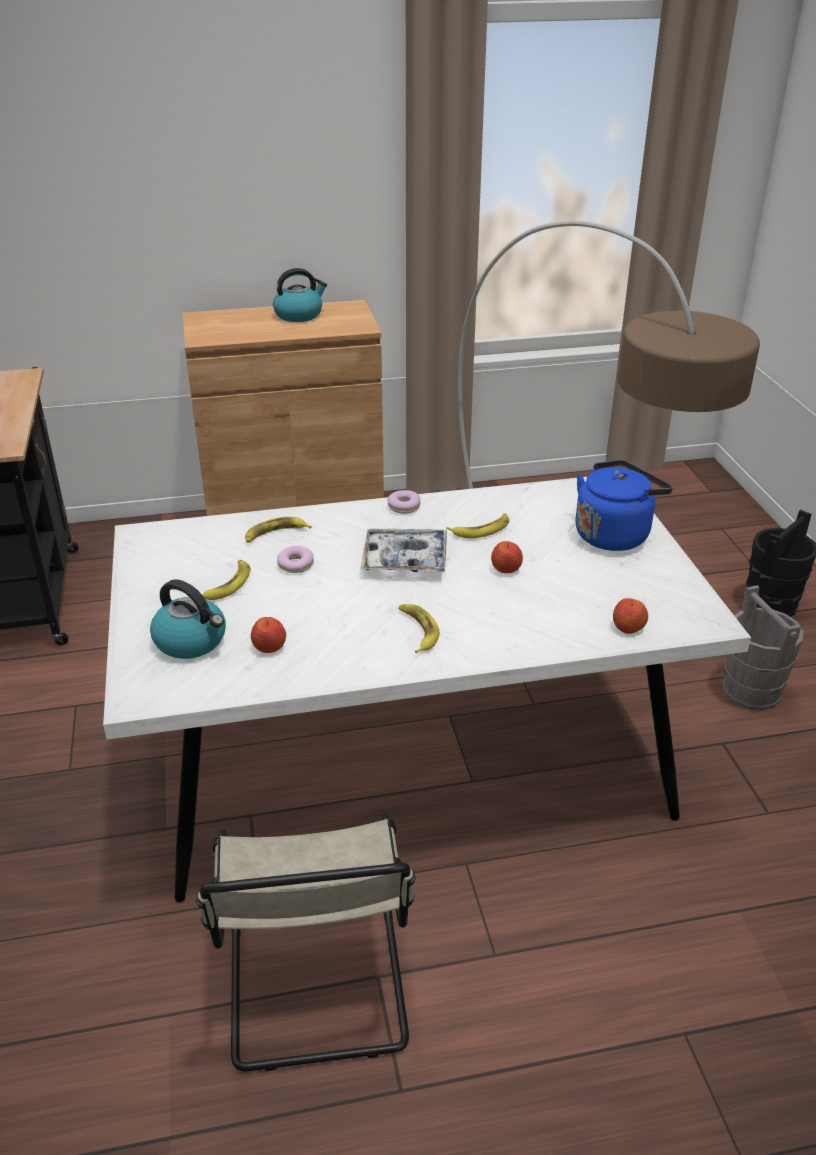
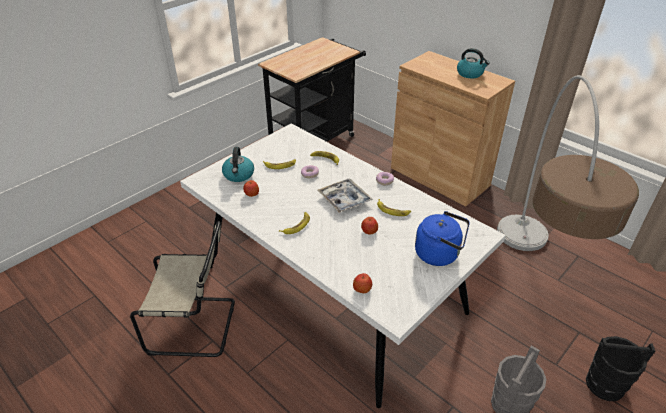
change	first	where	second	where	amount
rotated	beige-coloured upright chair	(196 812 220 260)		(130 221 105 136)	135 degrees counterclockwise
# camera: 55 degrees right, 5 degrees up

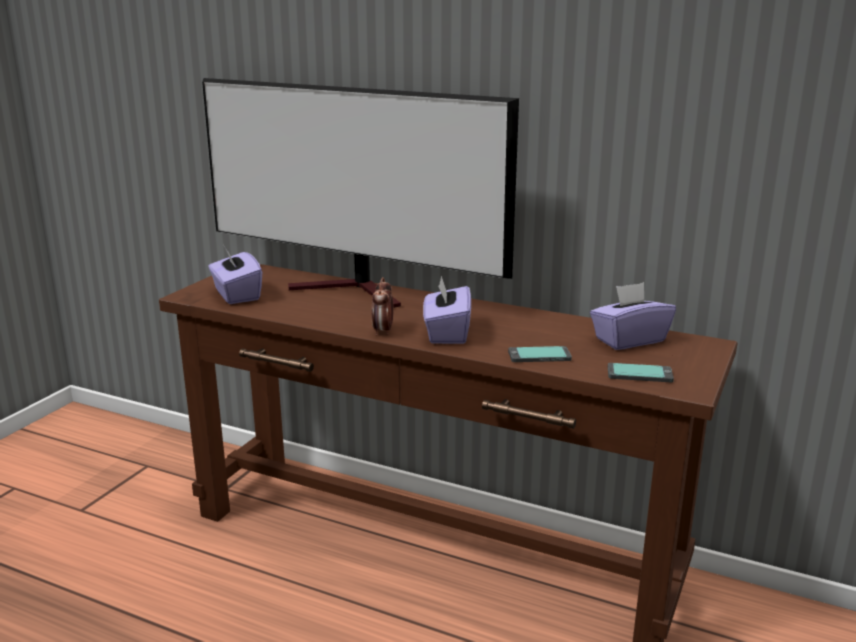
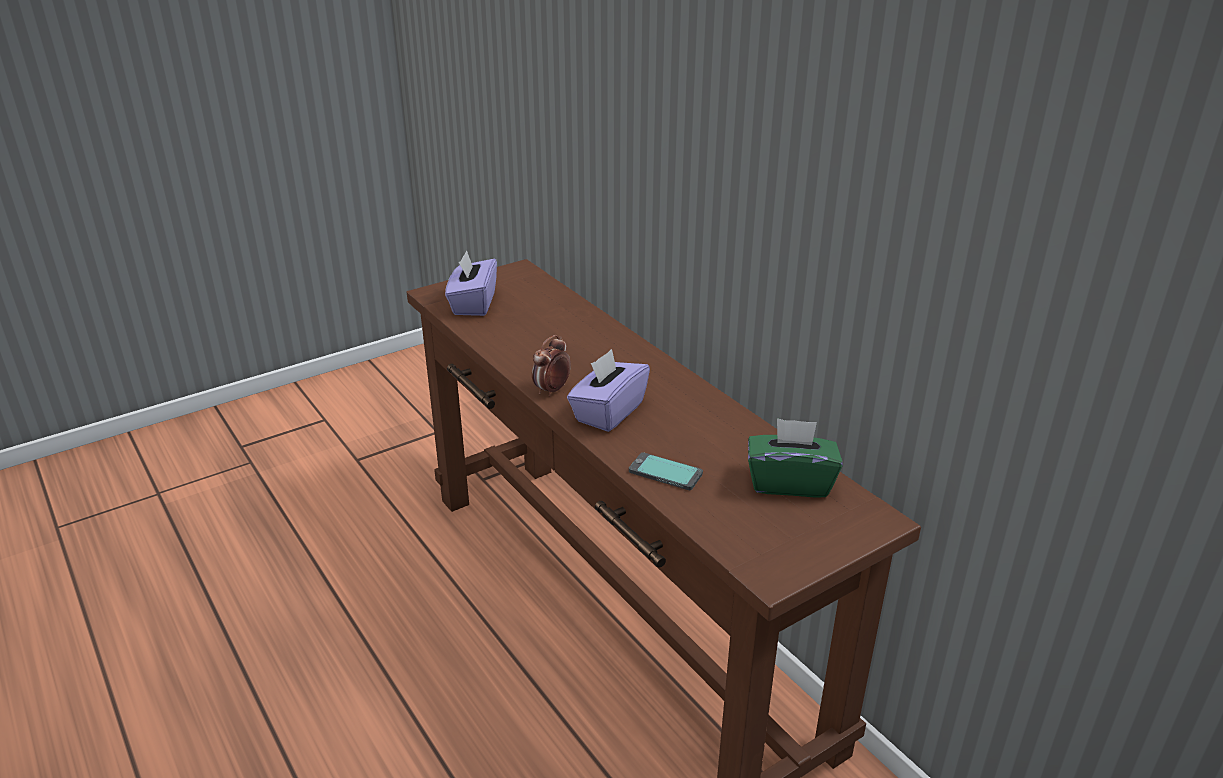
change	first	where	second	where	amount
gone	TV	(202 78 317 230)			
repainted	purplish tissue holder	(590 282 86 68)	greenish tissue holder	(748 418 94 79)	
gone	phone	(608 363 66 19)			
# camera: 30 degrees right, 10 degrees up

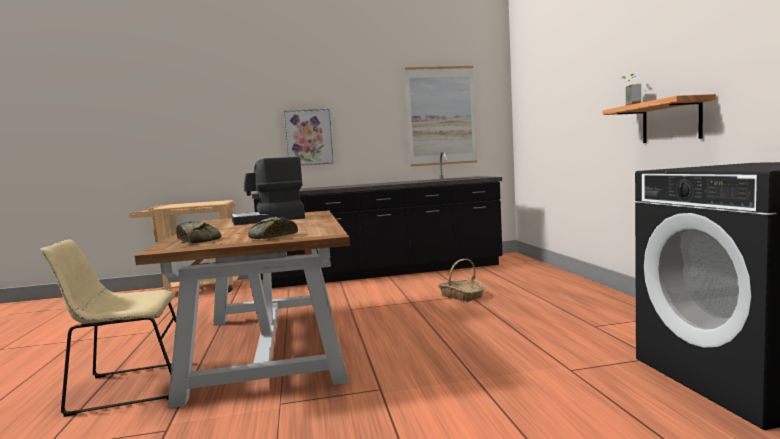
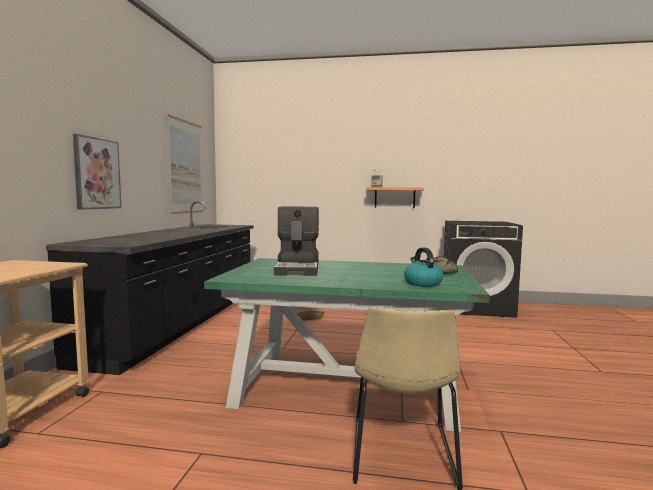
change	first	where	second	where	amount
repainted	brown dinner table	(135 210 215 198)	greenish dinner table	(204 258 286 174)	
swapped	baked bread	(176 221 45 22)	tea kettle	(404 247 39 40)	
# camera: 70 degrees left, 0 degrees up

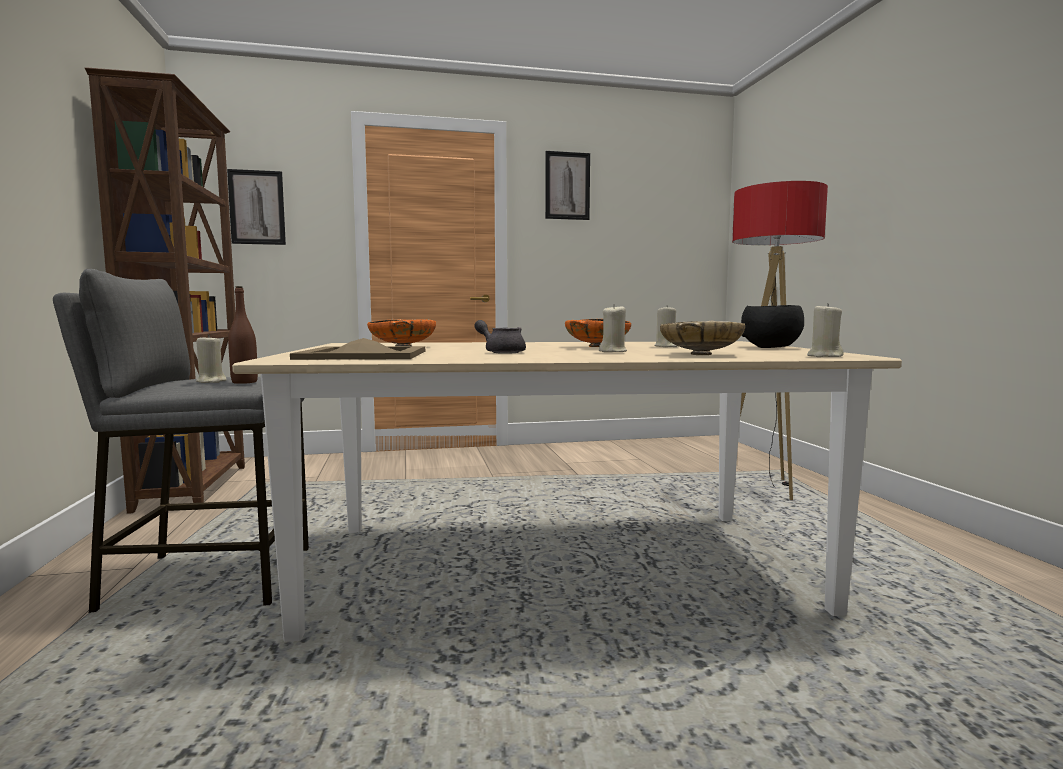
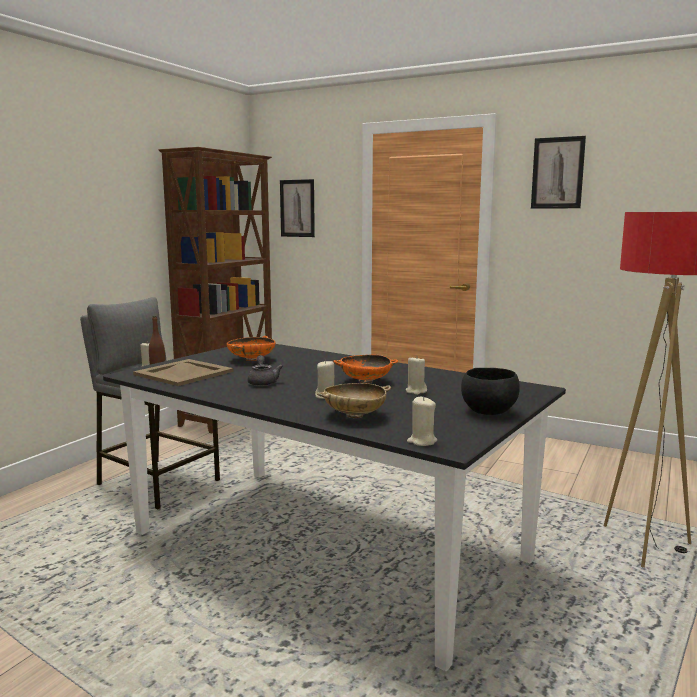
change	first	where	second	where	amount
repainted	beige-coloured dinner table	(232 341 670 301)	black dinner table	(103 344 463 327)	
# camera: 40 degrees right, 5 degrees up

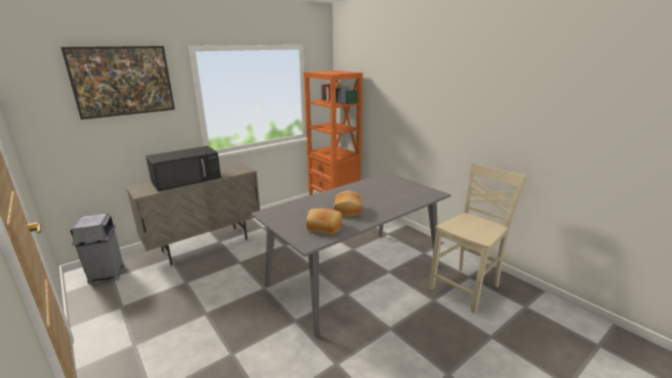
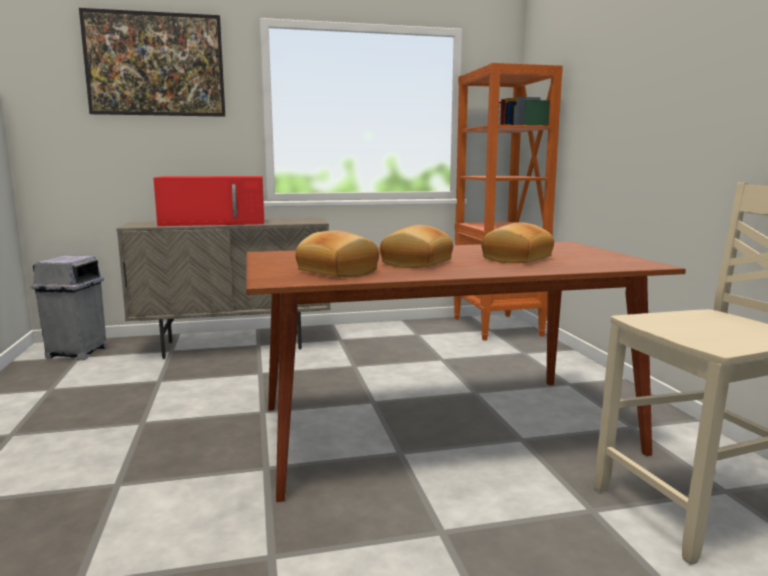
change	first	where	second	where	amount
repainted	black kitchen microwave	(146 146 75 46)	red-coloured kitchen microwave	(153 176 111 50)	
repainted	grey dinner table	(251 172 200 165)	brown dinner table	(246 241 440 261)	
new			baked bread	(481 222 73 41)	
# camera: 25 degrees right, 10 degrees down

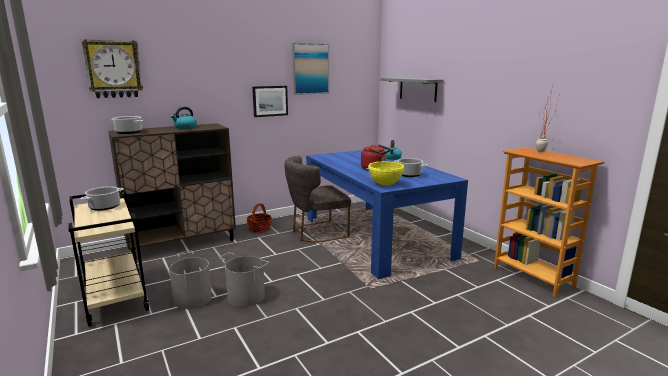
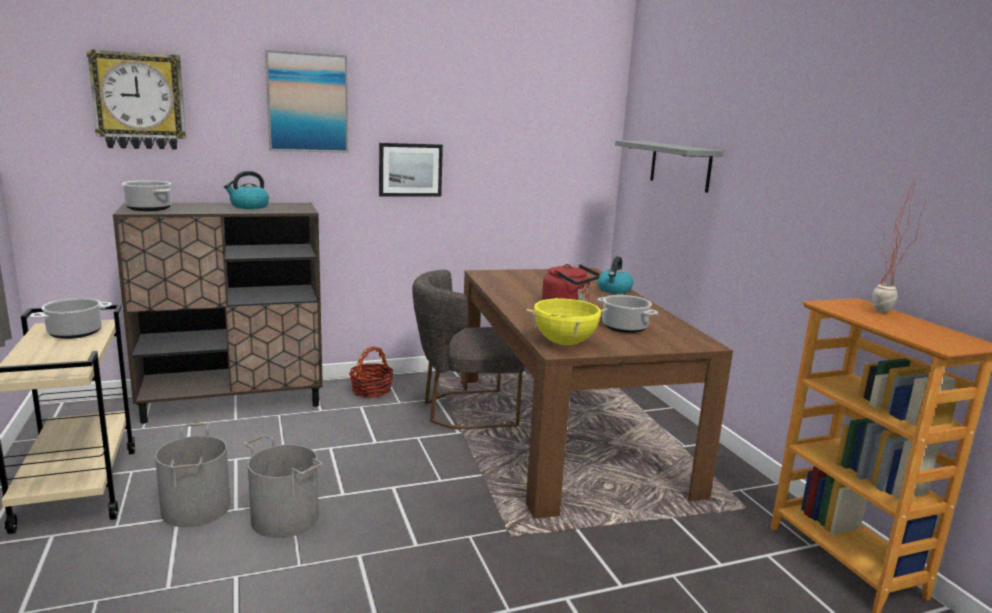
change	first	where	second	where	amount
shifted	wall picture	(292 43 37 52)		(265 50 83 103)	
repainted	blue dinner table	(306 150 162 129)	brown dinner table	(461 268 272 251)	
# camera: 10 degrees right, 0 degrees up

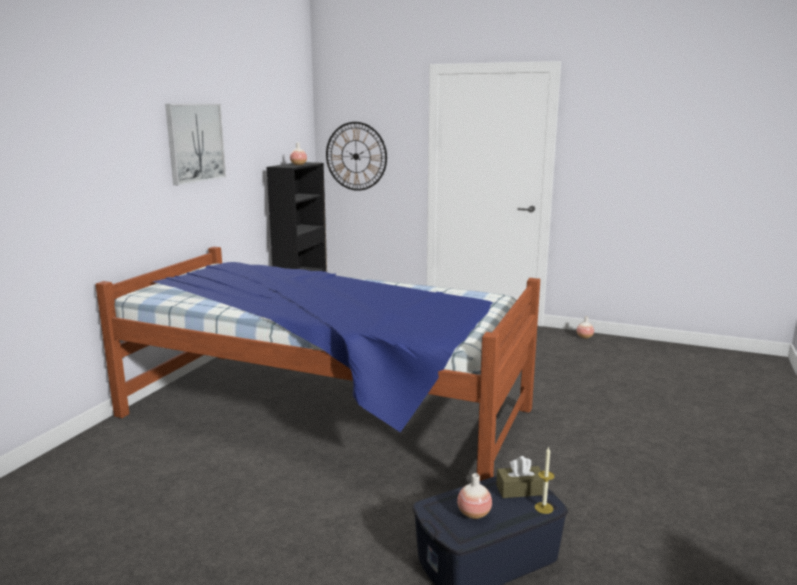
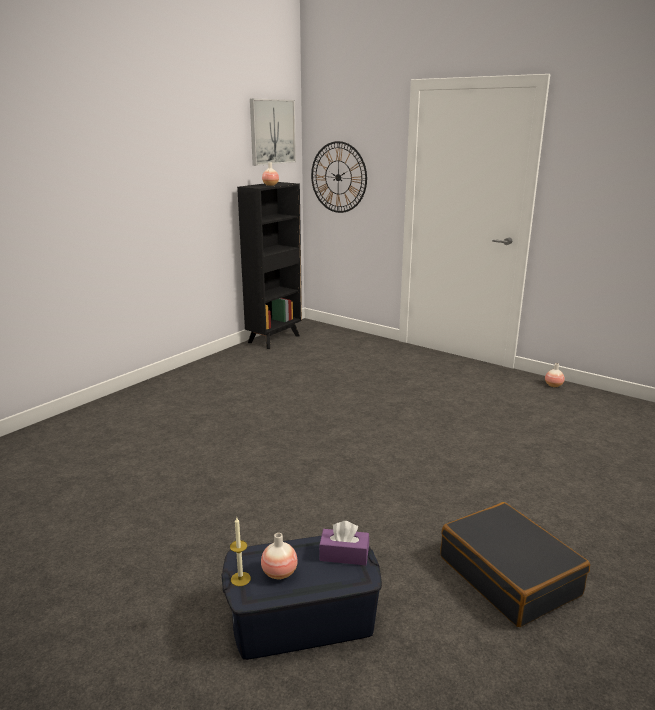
change	first	where	second	where	amount
gone	bed	(96 247 444 234)			
shifted	wall picture	(165 104 61 81)		(250 99 46 67)	
repainted	brown tissue holder	(496 456 48 42)	purplish tissue holder	(319 521 50 44)	
shifted	wax candle	(535 446 20 68)		(230 517 21 69)	
new			black suitcase	(440 502 150 125)	
# camera: 15 degrees right, 5 degrees up

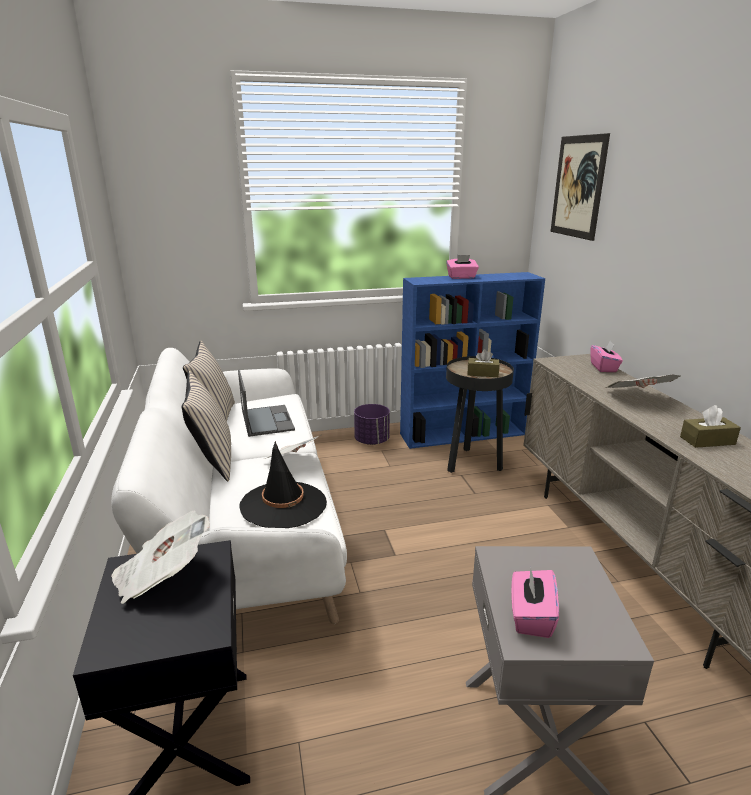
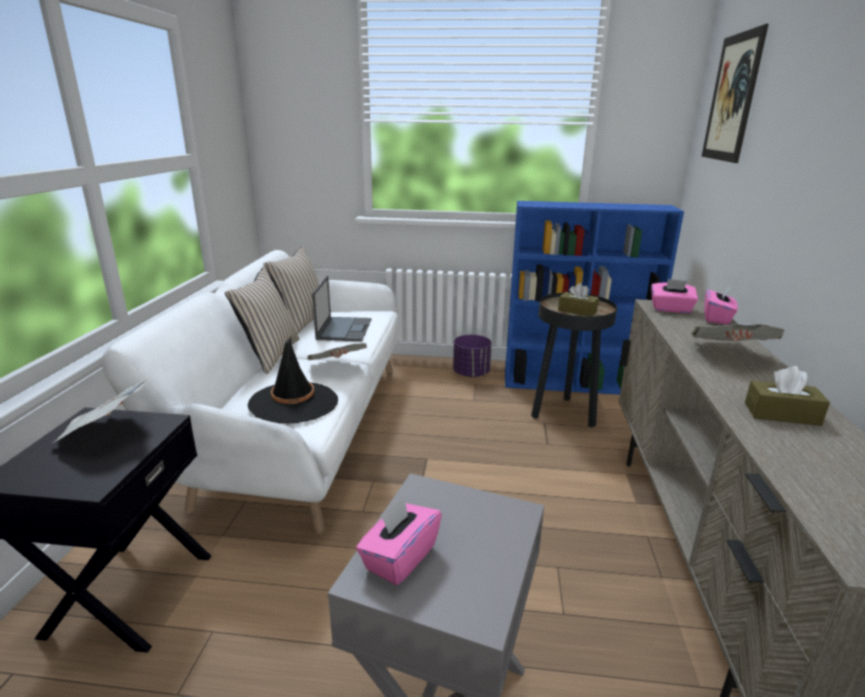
change	first	where	second	where	amount
shifted	pink-coloured tissue holder	(446 255 33 24)		(651 279 47 34)	
# camera: 20 degrees right, 0 degrees up

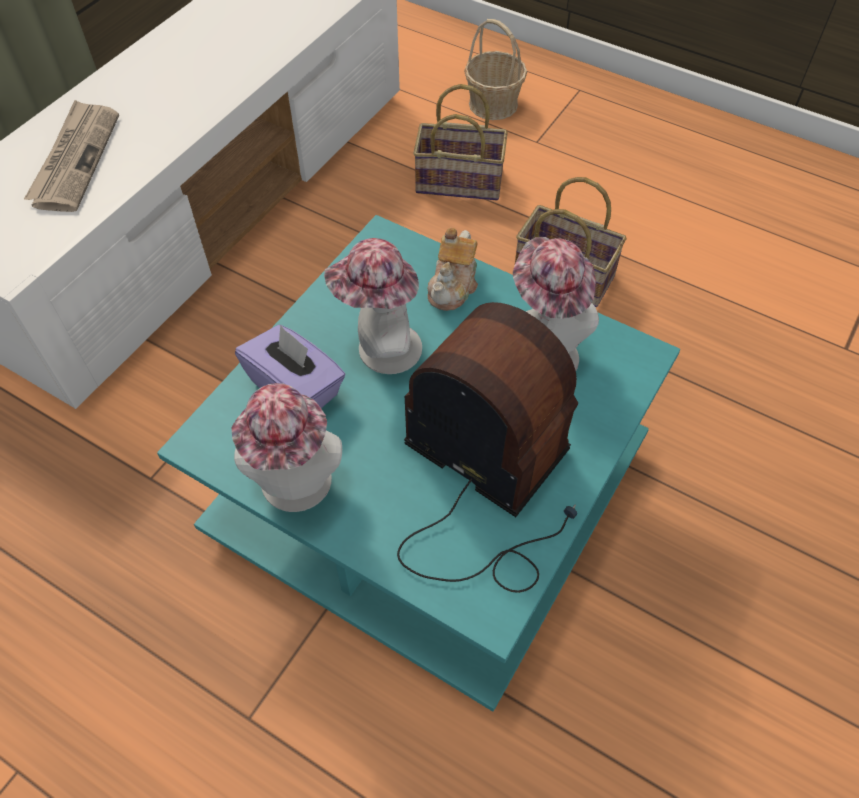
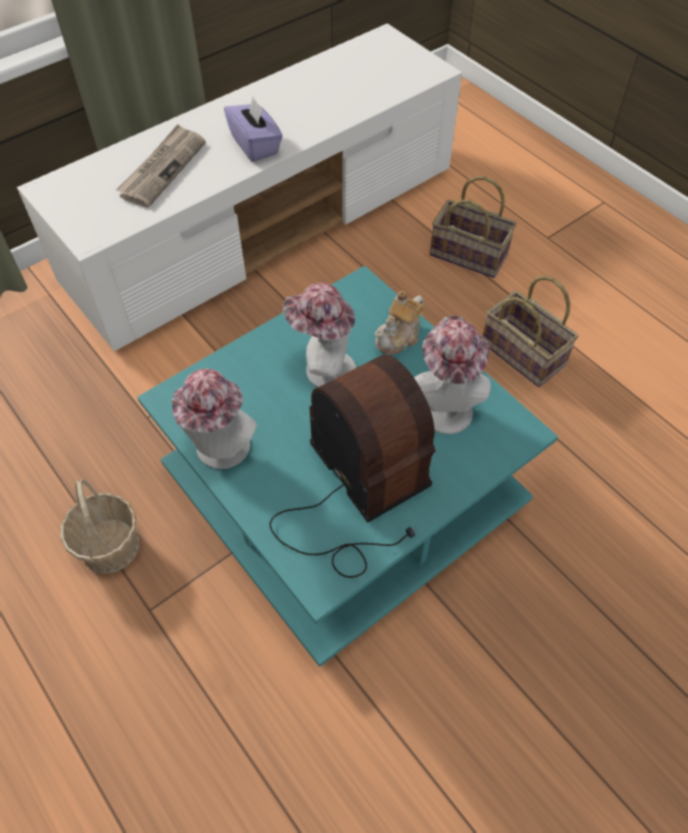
change	first	where	second	where	amount
shifted	purplish tissue holder	(235 325 111 83)		(224 97 59 65)	
shifted	basket	(464 19 63 101)		(61 479 78 95)	
# camera: 20 degrees right, 0 degrees up

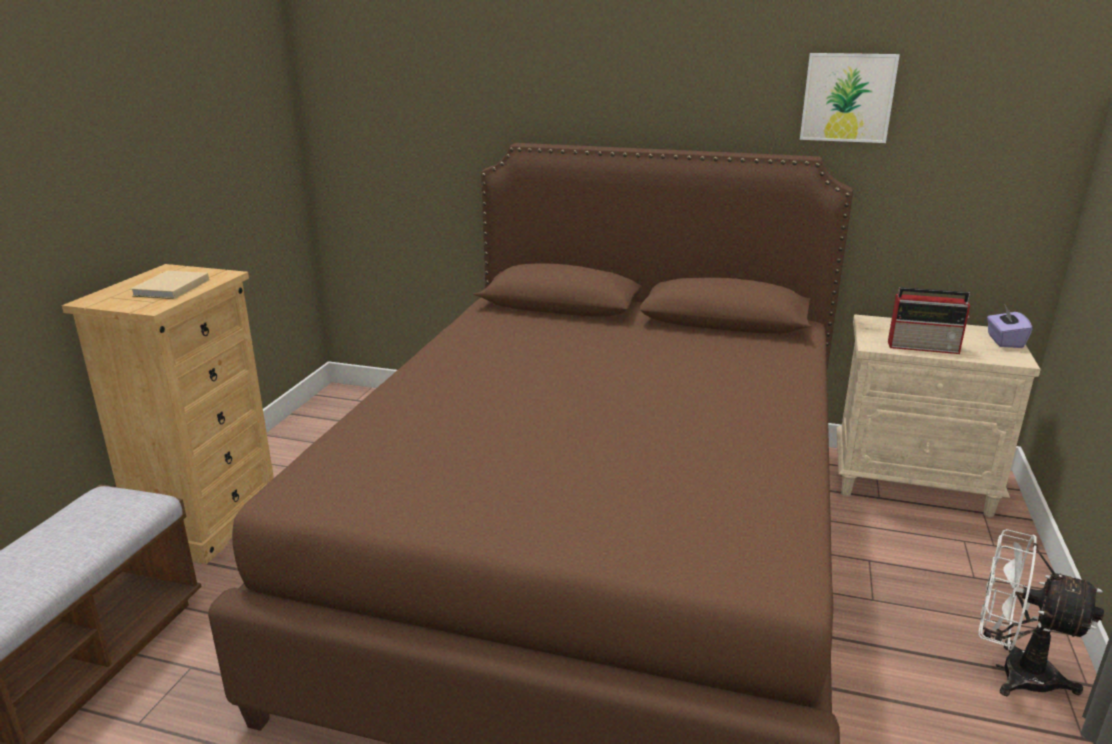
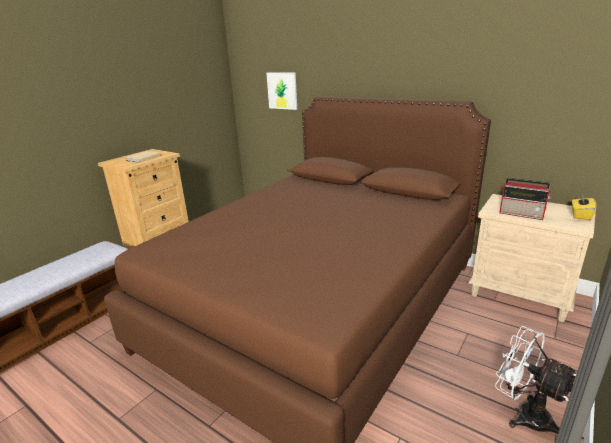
change	first	where	second	where	amount
shifted	wall picture	(800 53 100 90)		(266 72 31 38)	
repainted	purplish tissue holder	(987 306 46 42)	yellow tissue holder	(572 193 24 27)	
# camera: 20 degrees right, 0 degrees up

